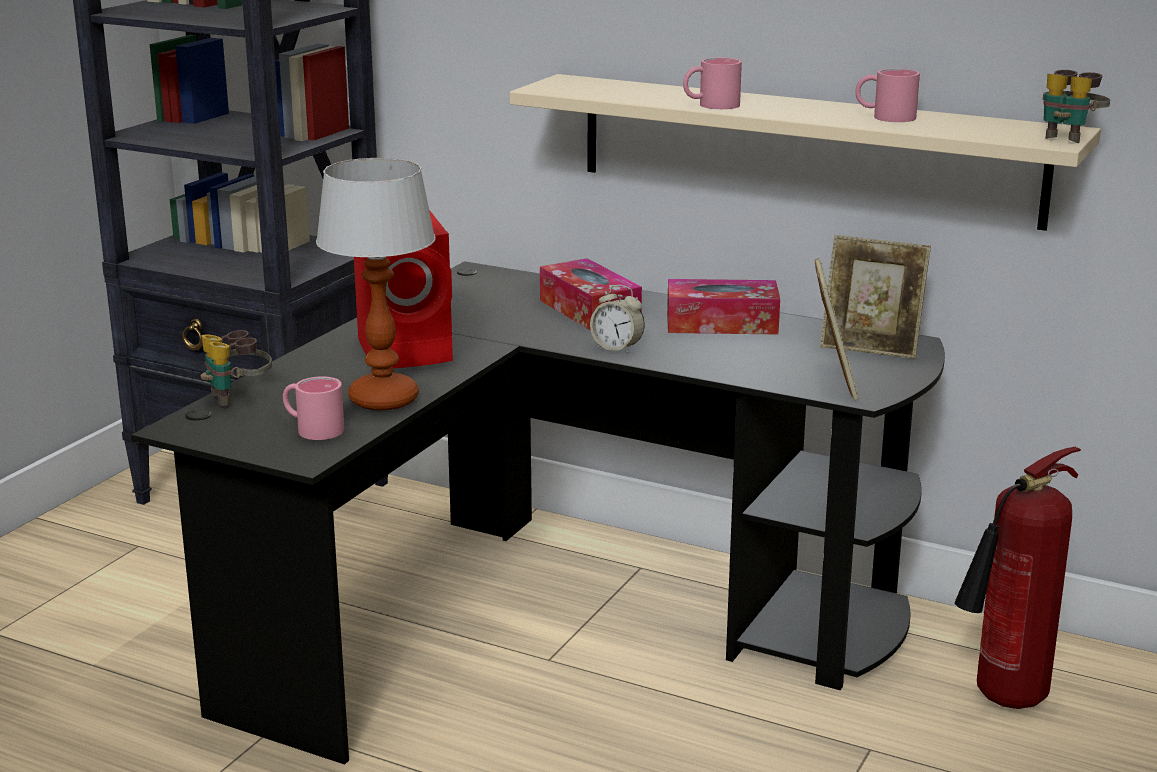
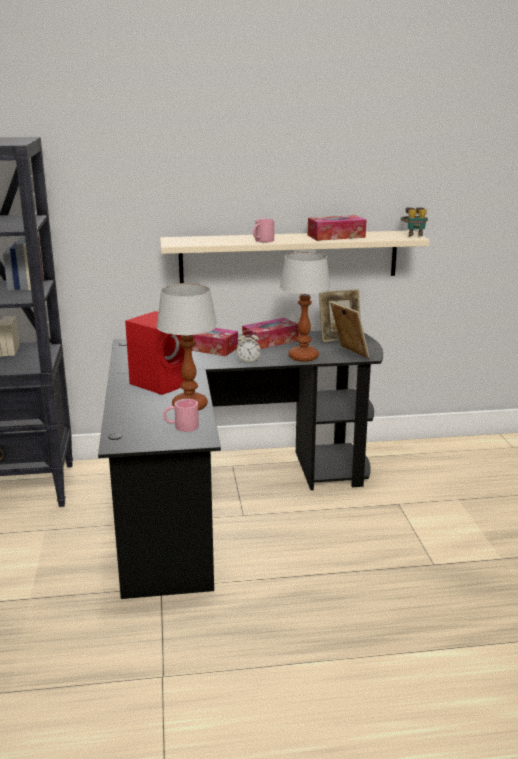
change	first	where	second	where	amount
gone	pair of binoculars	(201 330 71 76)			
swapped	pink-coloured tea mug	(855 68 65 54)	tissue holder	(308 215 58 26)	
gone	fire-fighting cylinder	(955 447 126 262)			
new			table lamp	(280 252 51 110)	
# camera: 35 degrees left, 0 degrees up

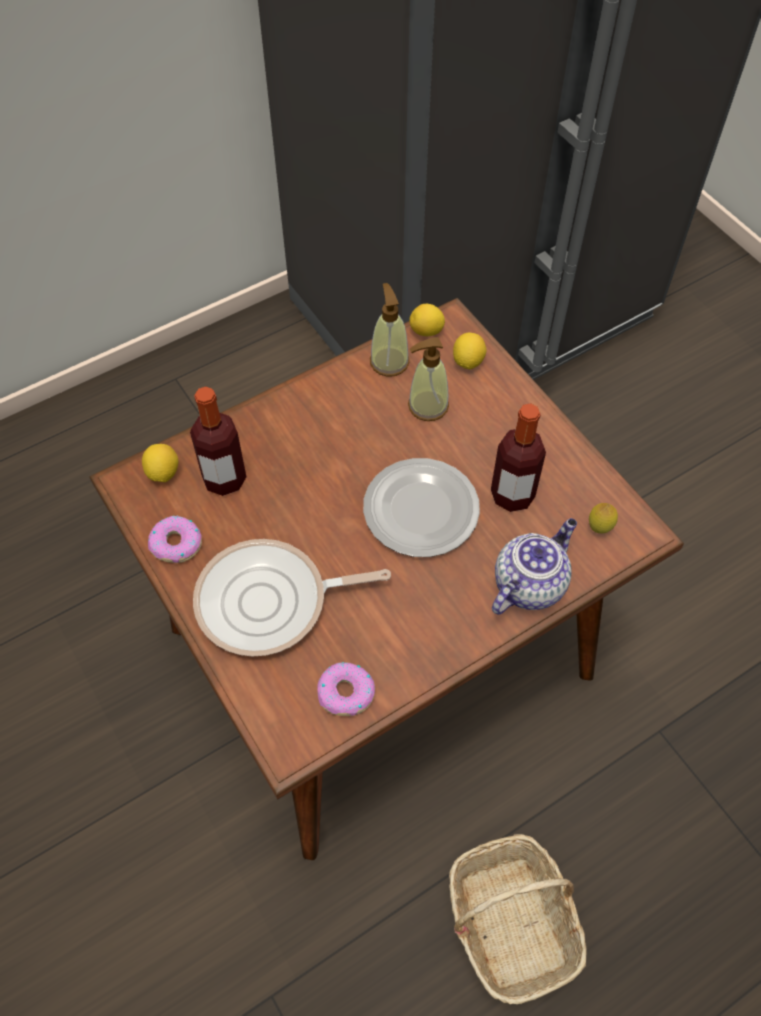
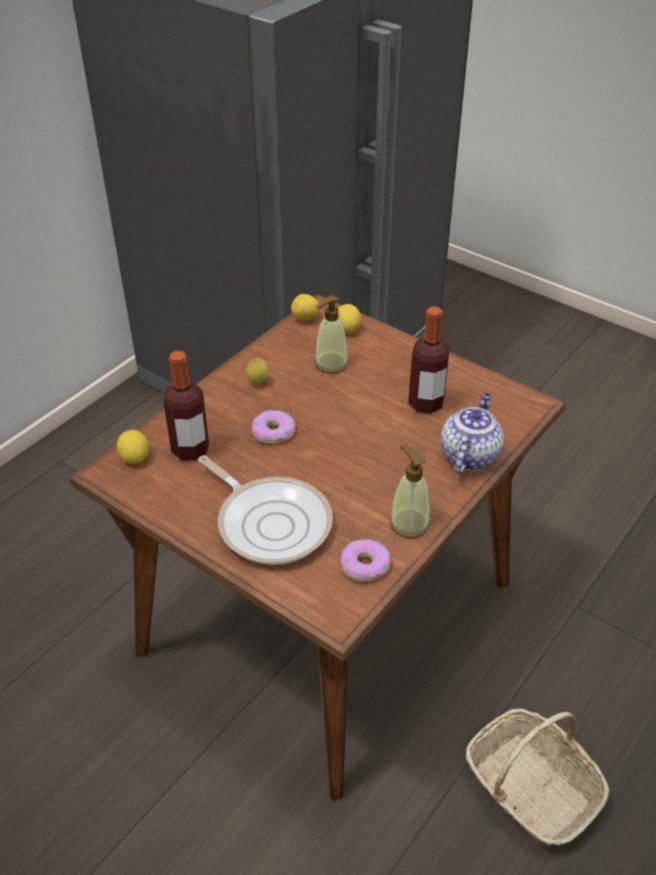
change	first	where	second	where	amount
shifted	ring doughnut	(148 516 54 47)		(252 410 43 34)	
rotated	frying pan	(193 539 198 118)		(198 455 135 110)	105 degrees counterclockwise
gone	plate	(363 458 117 99)			
shifted	soap bottle	(370 283 39 94)		(390 445 40 93)	
shifted	lemon	(589 503 29 30)		(246 357 22 28)	
# camera: 20 degrees left, 15 degrees down

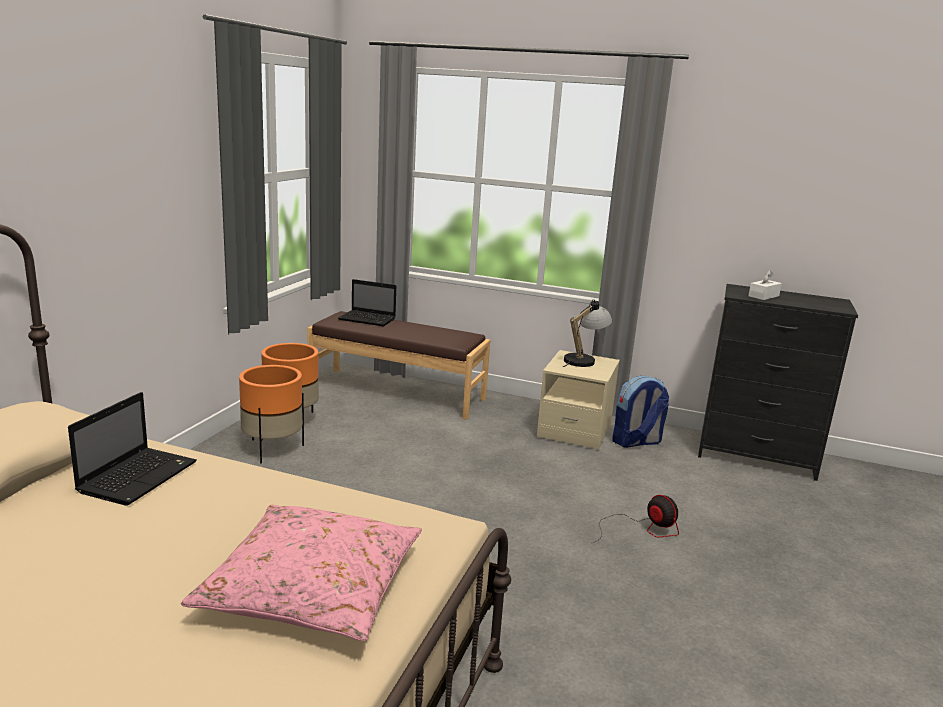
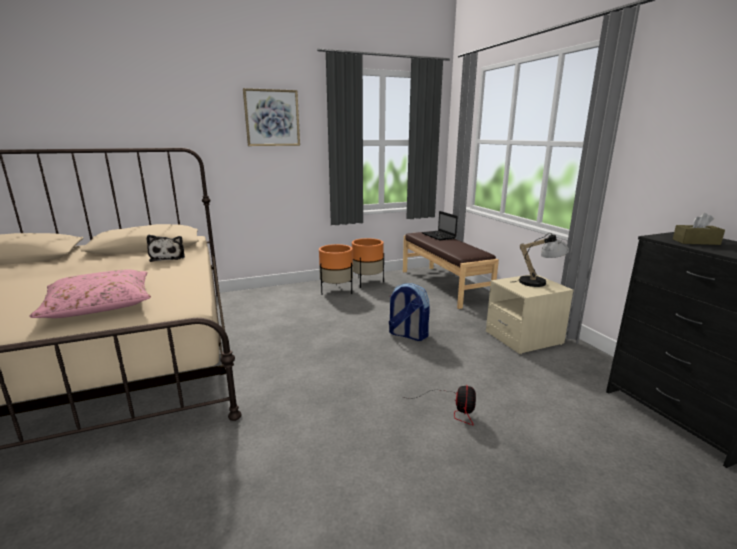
change	first	where	second	where	amount
swapped	laptop	(68 392 129 114)	soft toy	(147 235 38 27)	
shifted	knapsack	(612 375 57 73)		(389 283 41 58)	
repainted	whitish tissue holder	(748 270 34 30)	brown tissue holder	(673 213 52 32)	
new			wall picture	(243 88 57 58)	
# camera: 50 degrees right, 0 degrees up

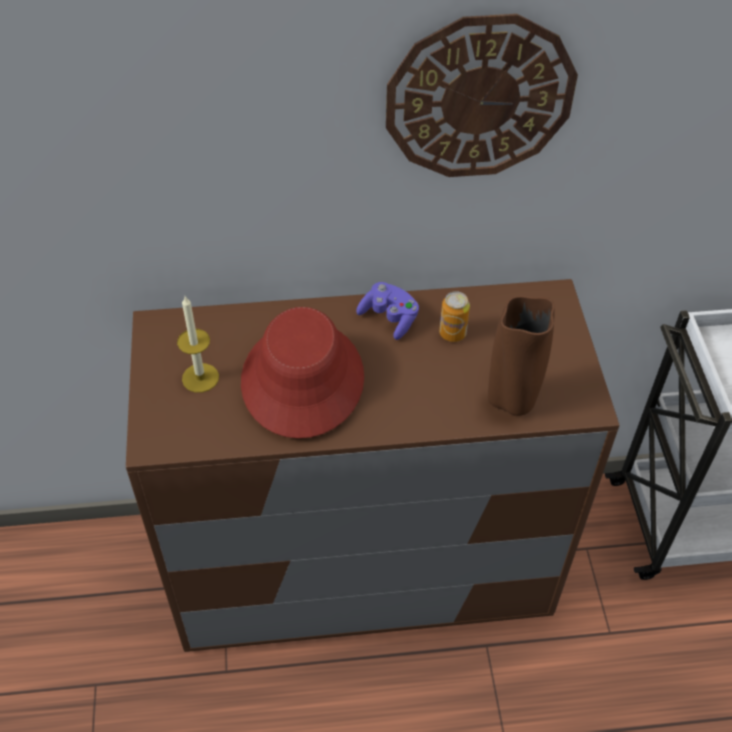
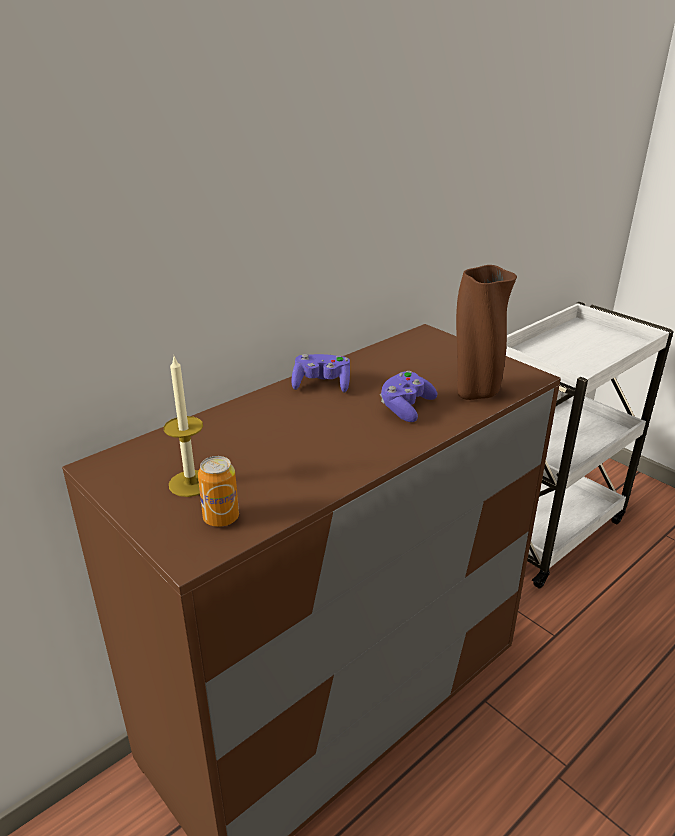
change	first	where	second	where	amount
gone	red-coloured clothing hat	(241 307 123 131)			
gone	hanging clock	(386 14 192 163)			
shifted	sealed can	(439 291 31 51)		(198 456 41 71)	
new			purplish gamepad	(380 371 57 51)	
# camera: 35 degrees left, 20 degrees down

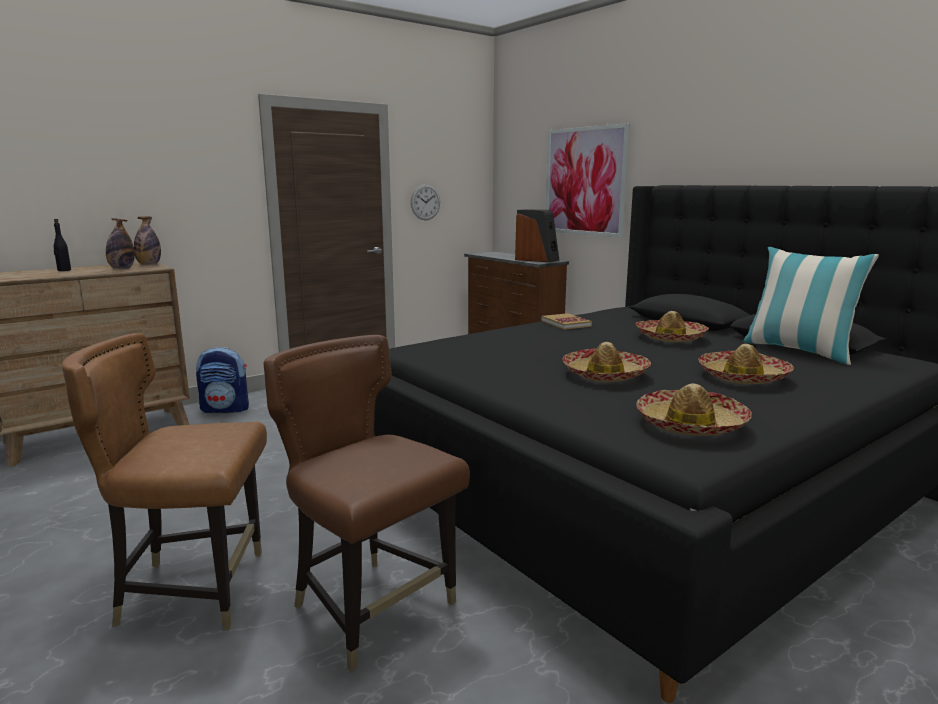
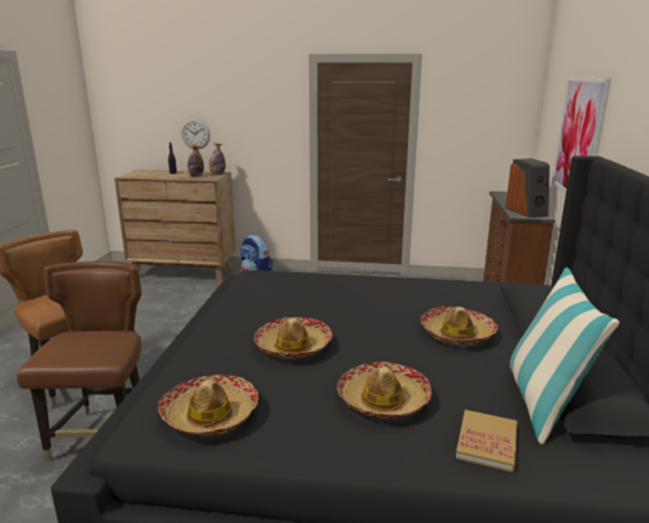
change	first	where	second	where	amount
shifted	hanging clock	(411 184 29 36)		(181 118 29 31)	
shifted	bound book	(542 313 50 17)		(456 410 61 62)	
# camera: 45 degrees right, 5 degrees up

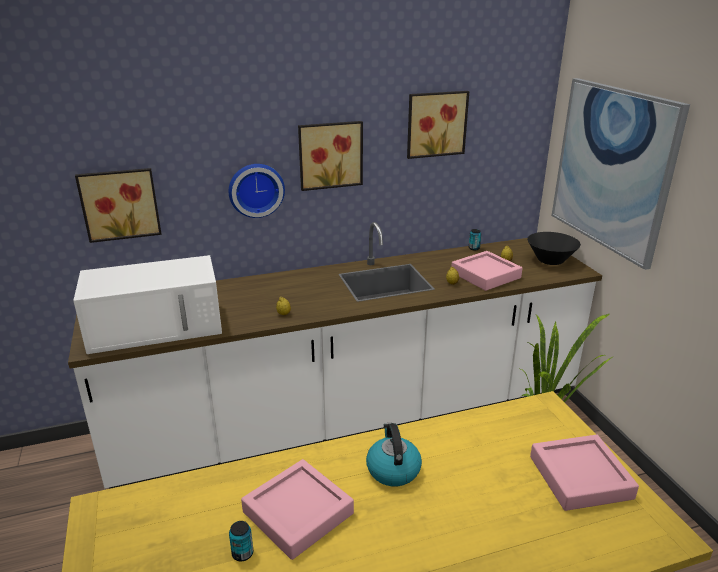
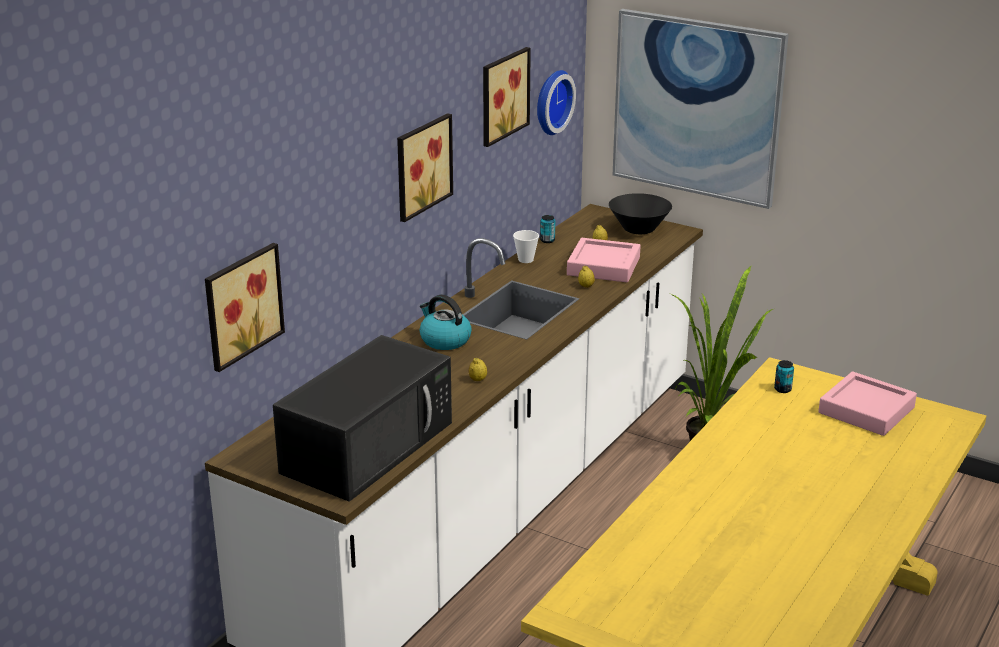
change	first	where	second	where	amount
repainted	whitish kitchen microwave	(73 255 149 99)	black kitchen microwave	(273 335 179 167)	
shifted	hanging clock	(229 164 56 54)		(537 70 39 65)	
shifted	sealed can	(229 521 24 40)		(774 360 20 33)	
gone	pink-coloured serving tray	(241 459 113 101)			
shifted	tea kettle	(366 423 56 63)		(420 294 52 56)	
new			cup	(513 230 26 33)	
# camera: 40 degrees left, 0 degrees up

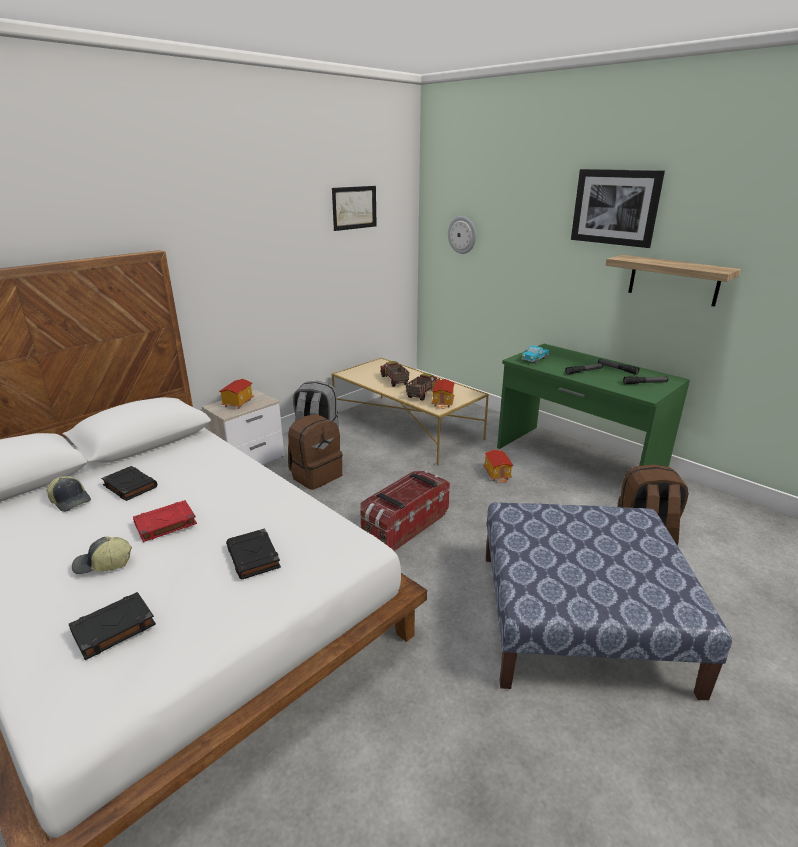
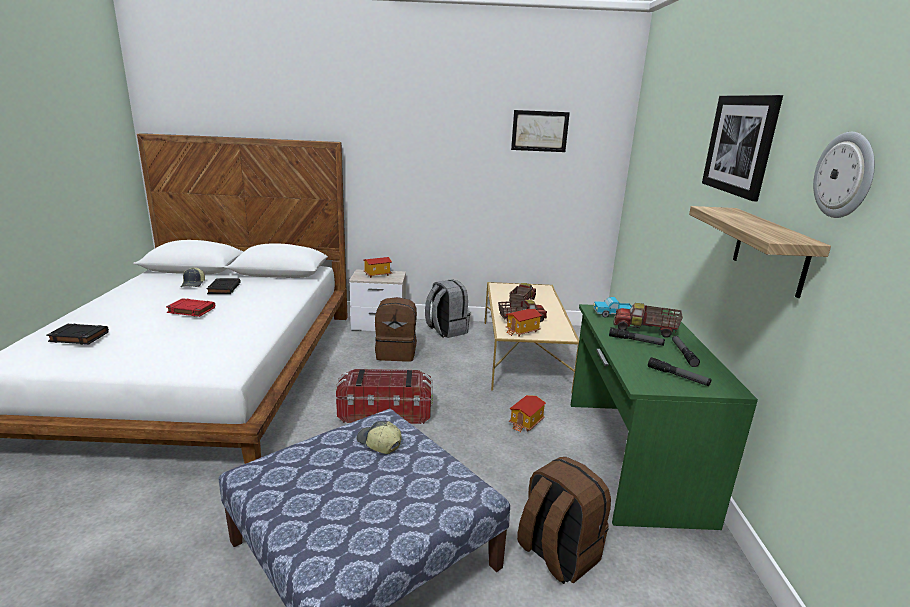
change	first	where	second	where	amount
shifted	peaked cap	(72 536 60 38)		(357 421 45 33)	
gone	black bound book	(226 529 55 51)			
shifted	hanging clock	(448 216 28 38)		(813 132 62 86)	
new			toy truck	(614 303 69 35)	
# camera: 45 degrees right, 5 degrees down

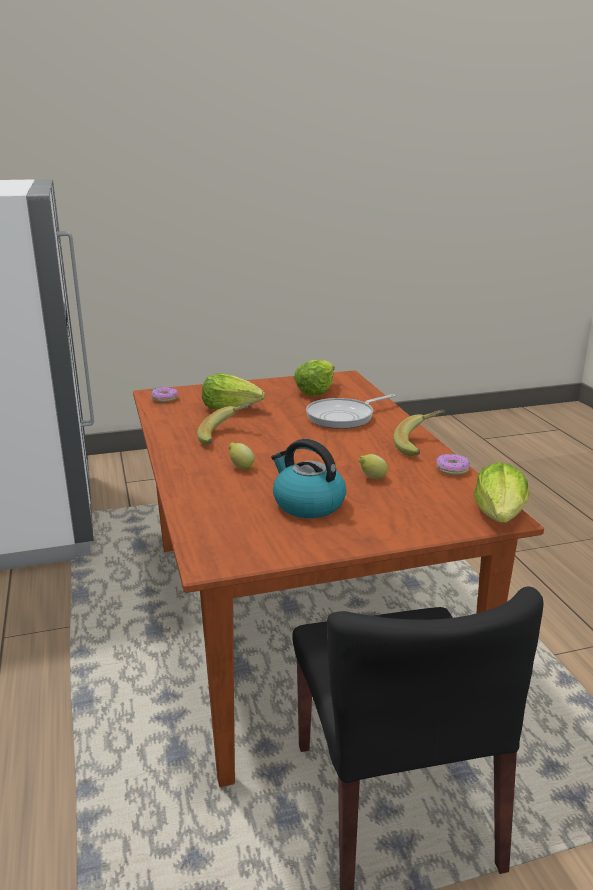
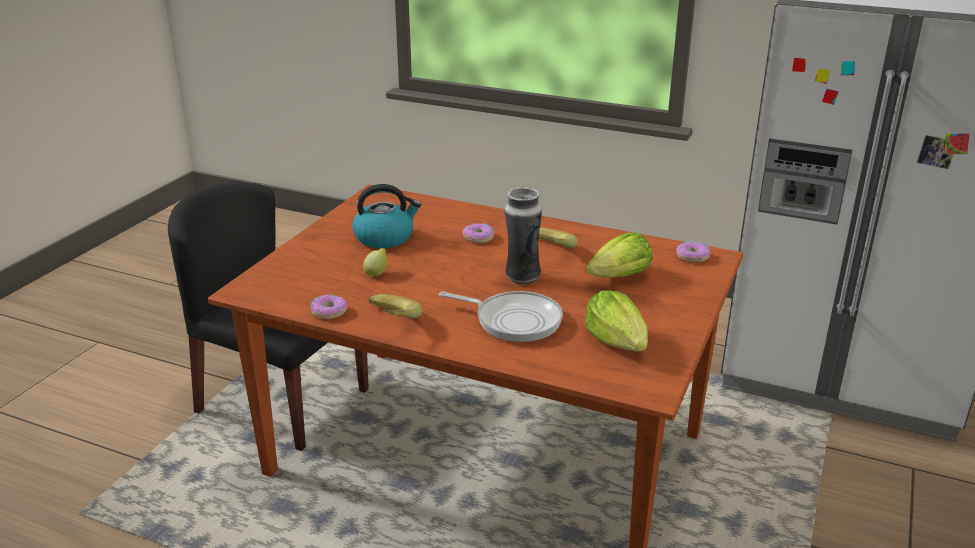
change	first	where	second	where	amount
swapped	lemon	(229 443 26 26)	ring doughnut	(462 223 32 20)	
rotated	frying pan	(306 394 89 35)		(439 291 124 51)	105 degrees clockwise
gone	head of lettuce	(474 462 55 61)			
new			flower vase	(505 187 37 98)	
# camera: 130 degrees right, 5 degrees up

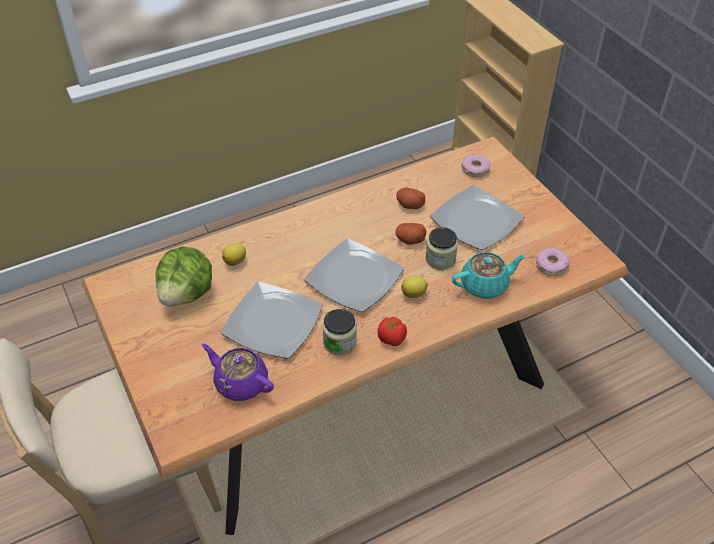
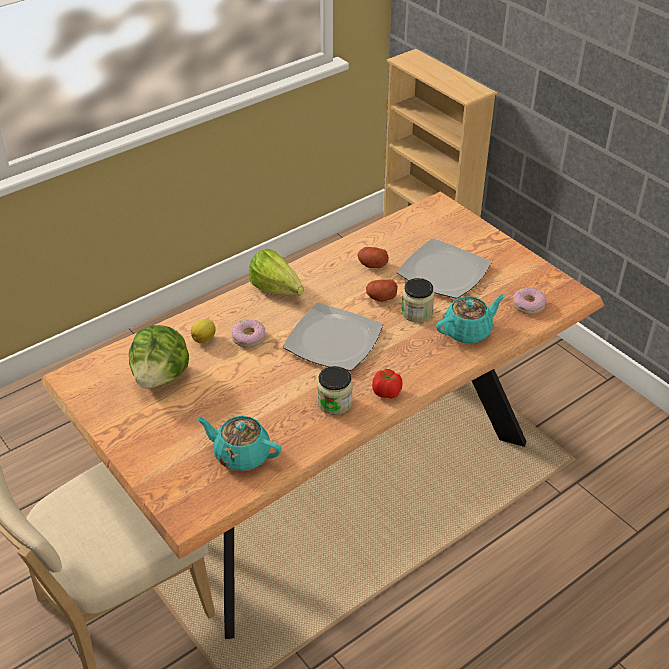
change	first	where	second	where	amount
repainted	purplish tea pot	(202 343 72 58)	turquoise-coloured tea pot	(196 416 86 55)	
gone	plate	(221 282 102 77)			
gone	lemon	(402 276 26 22)			
shifted	ring doughnut	(461 154 29 23)		(231 320 34 28)	
new			head of lettuce	(249 249 54 47)	
# camera: 10 degrees left, 5 degrees down

